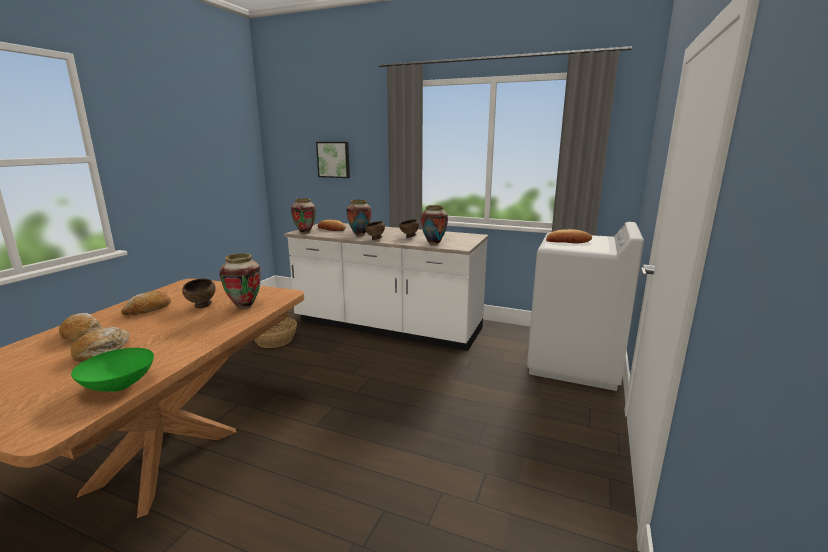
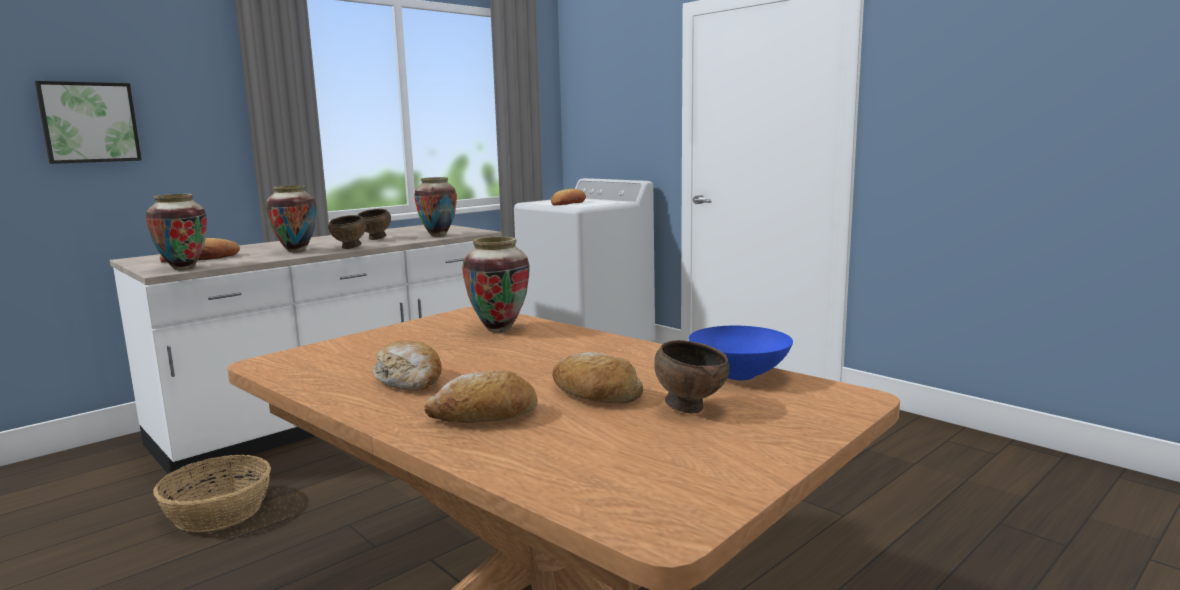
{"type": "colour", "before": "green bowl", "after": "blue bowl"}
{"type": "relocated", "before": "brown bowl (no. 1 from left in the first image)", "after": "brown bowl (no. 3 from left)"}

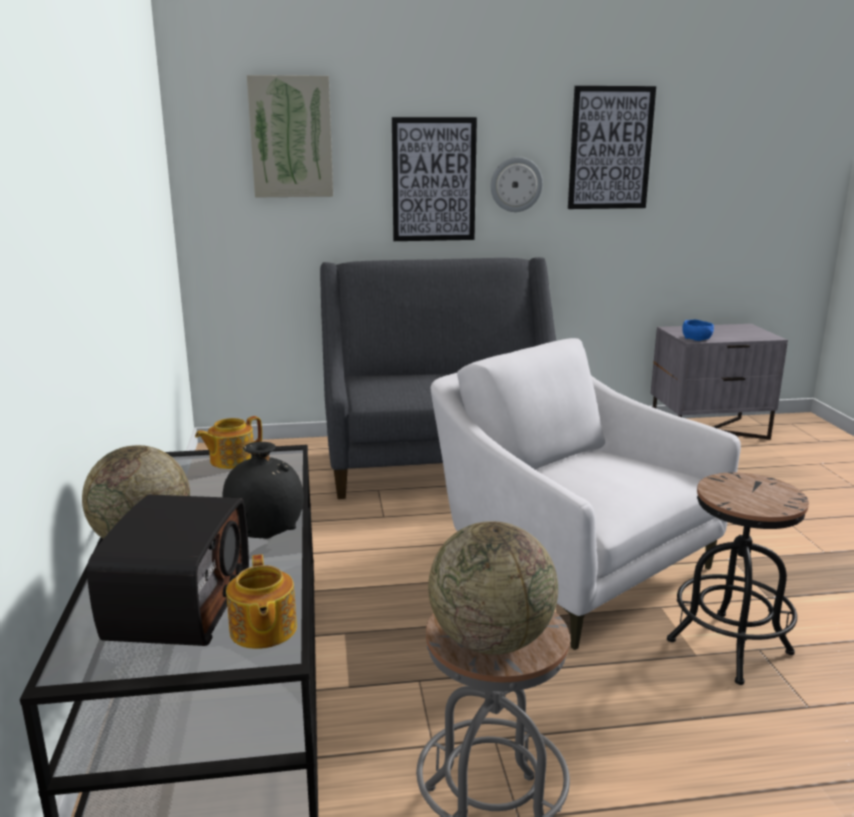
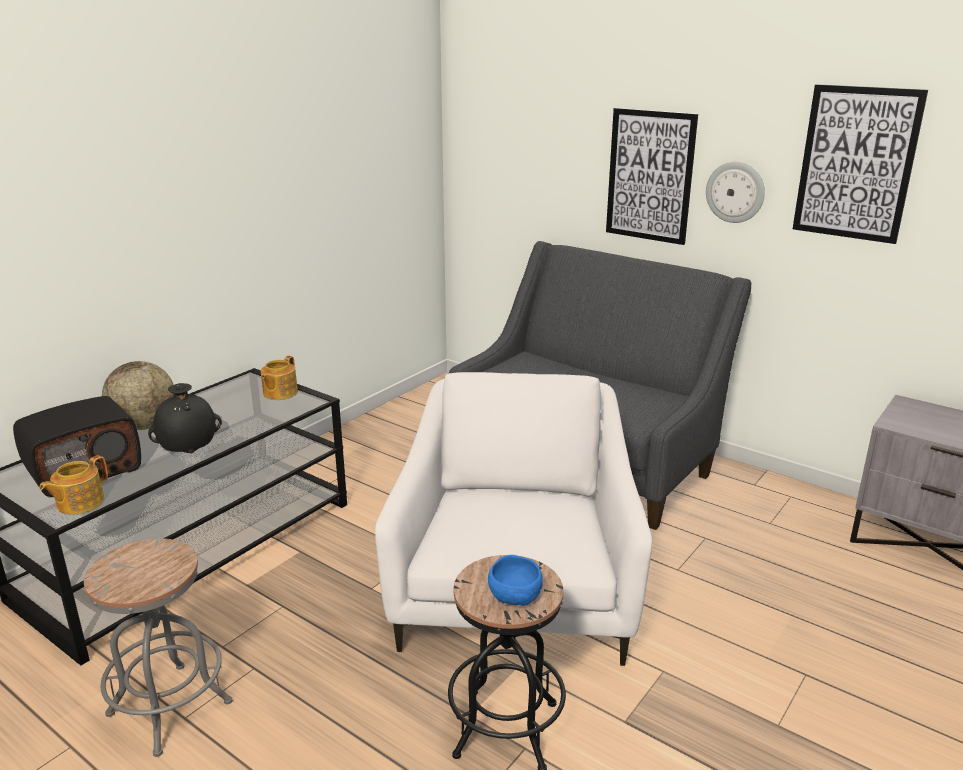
{"type": "spun", "before": "teapot (no. 1 from left in the first image)", "turn": -75}
{"type": "missing", "before": "picture (no. 1 from left)"}
{"type": "missing", "before": "globe (no. 2 from left)"}
{"type": "relocated", "before": "blue bowl"}

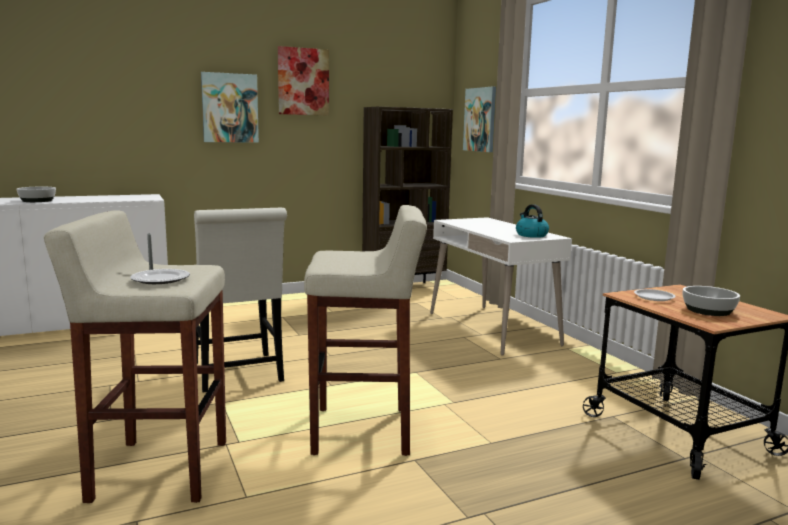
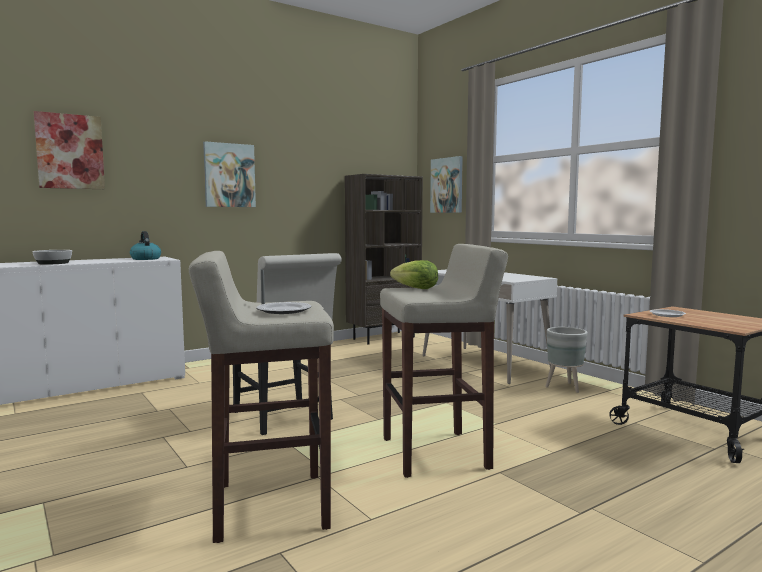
{"type": "relocated", "before": "picture (no. 2 from left in the first image)", "after": "picture (no. 1 from left)"}
{"type": "relocated", "before": "kettle"}
{"type": "missing", "before": "bowl (no. 2 from left)"}
{"type": "appeared", "after": "lettuce"}
{"type": "appeared", "after": "grey planter"}

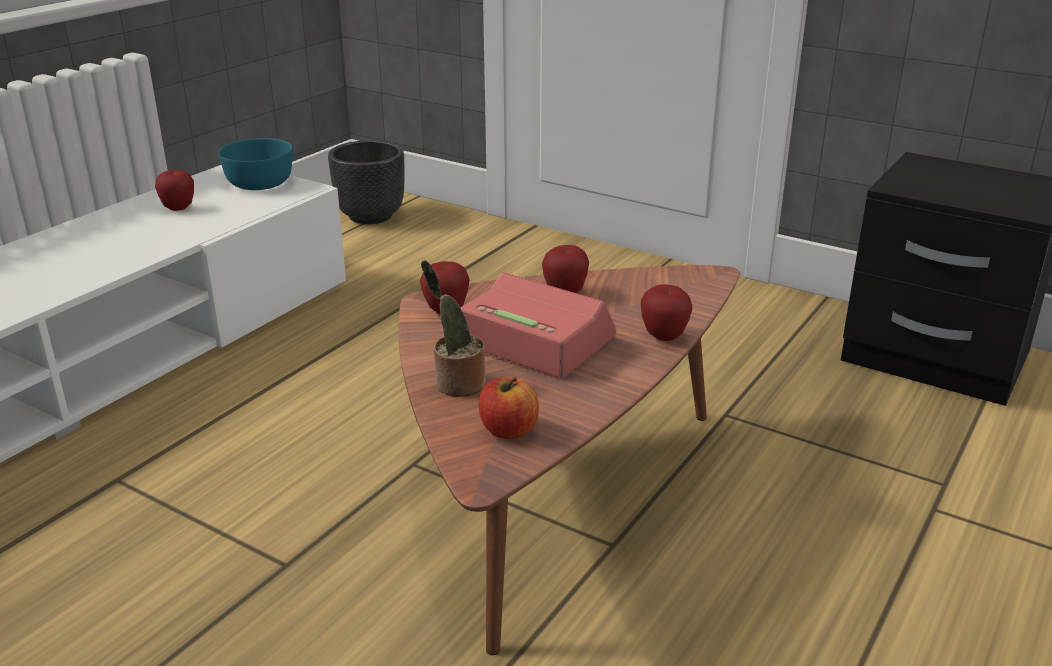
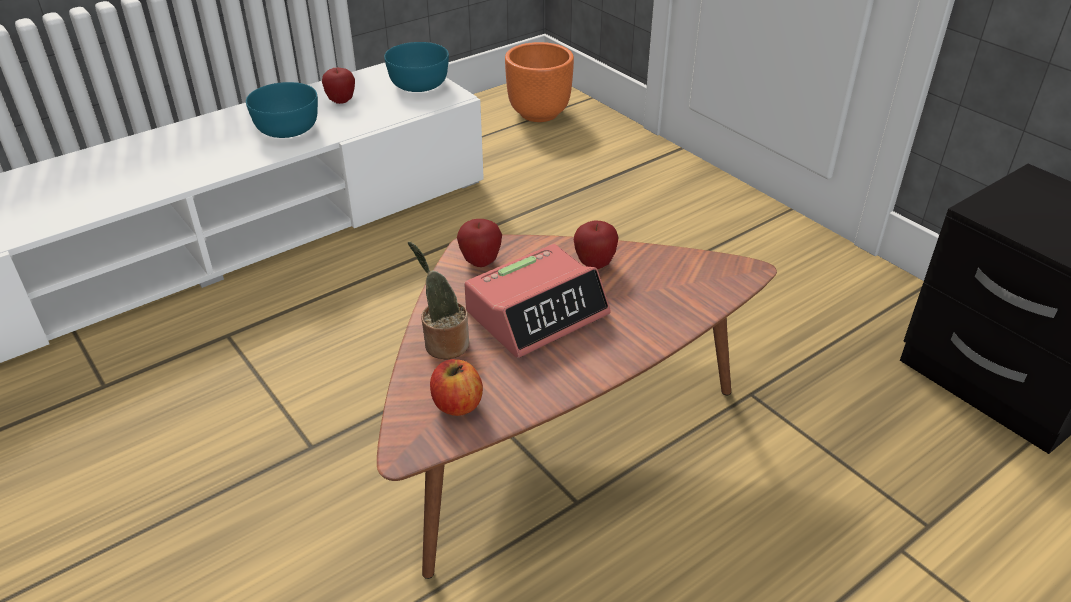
{"type": "colour", "before": "black planter", "after": "orange planter"}
{"type": "spun", "before": "alarm clock", "turn": 90}
{"type": "missing", "before": "apple (no. 5 from left)"}
{"type": "appeared", "after": "turquoise bowl (no. 1 from left)"}

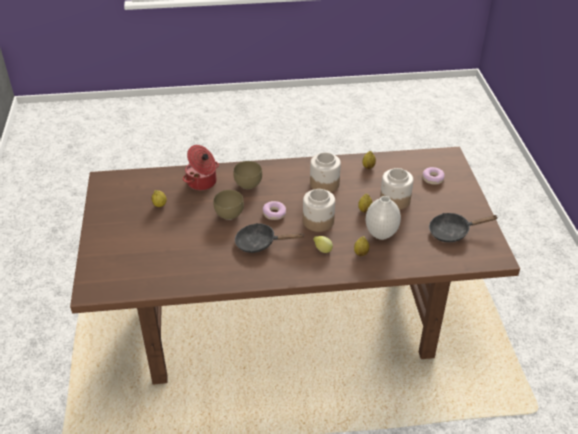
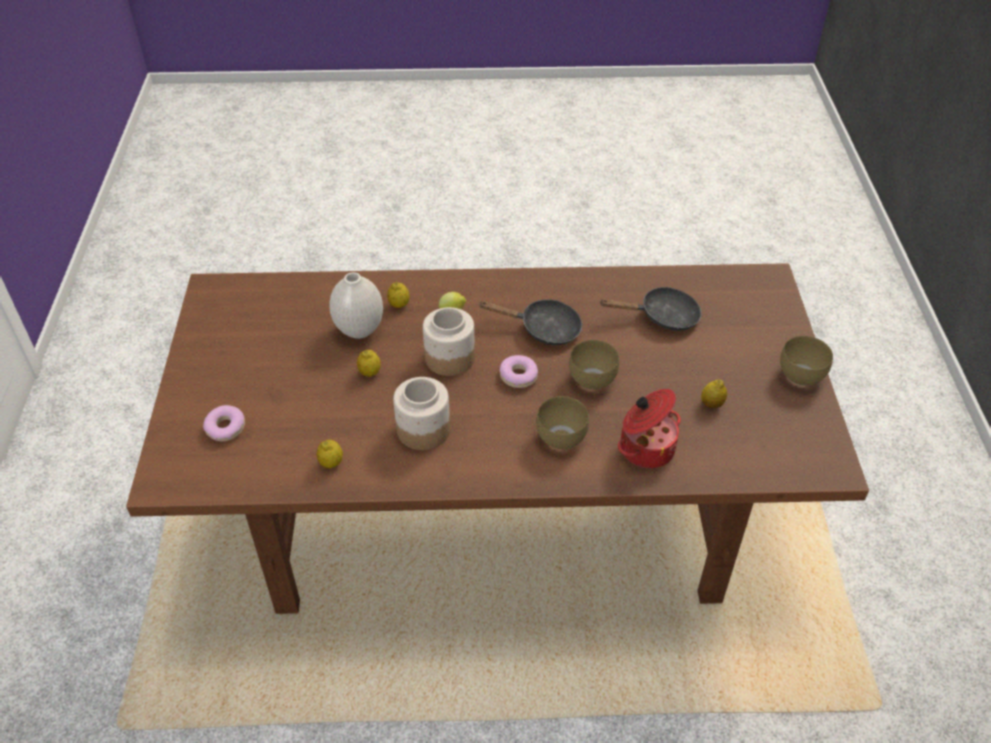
{"type": "missing", "before": "jar (no. 3 from left)"}
{"type": "relocated", "before": "black frying pan (no. 2 from left)"}
{"type": "appeared", "after": "brown bowl (no. 3 from left)"}

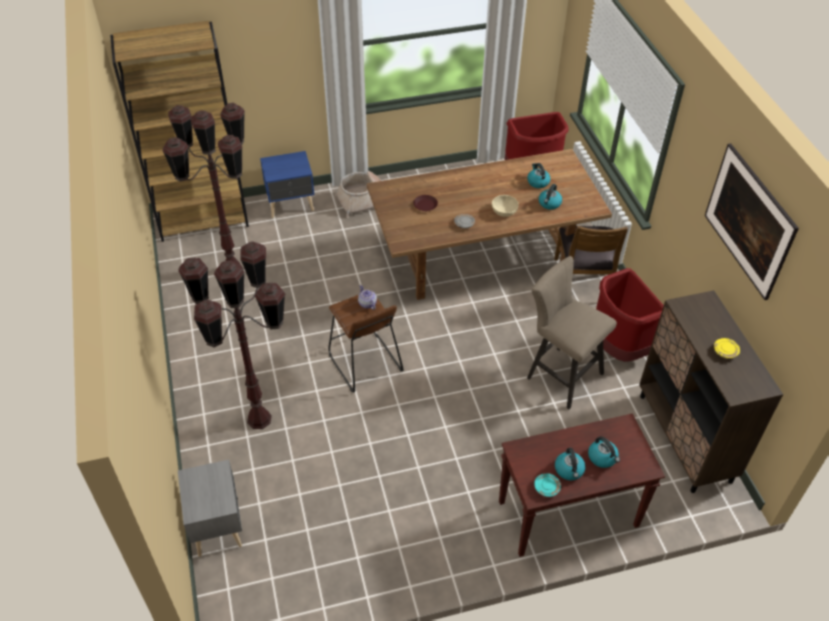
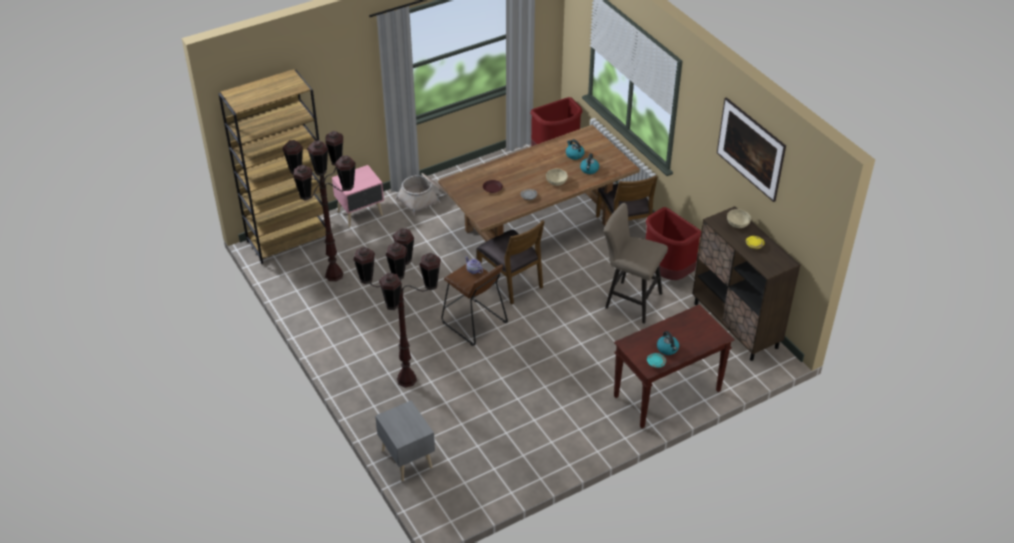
{"type": "colour", "before": "blue nightstand", "after": "pink nightstand"}
{"type": "missing", "before": "kettle (no. 4 from left)"}
{"type": "appeared", "after": "brown chair (no. 1 from left)"}
{"type": "appeared", "after": "beige bowl (no. 2 from left)"}

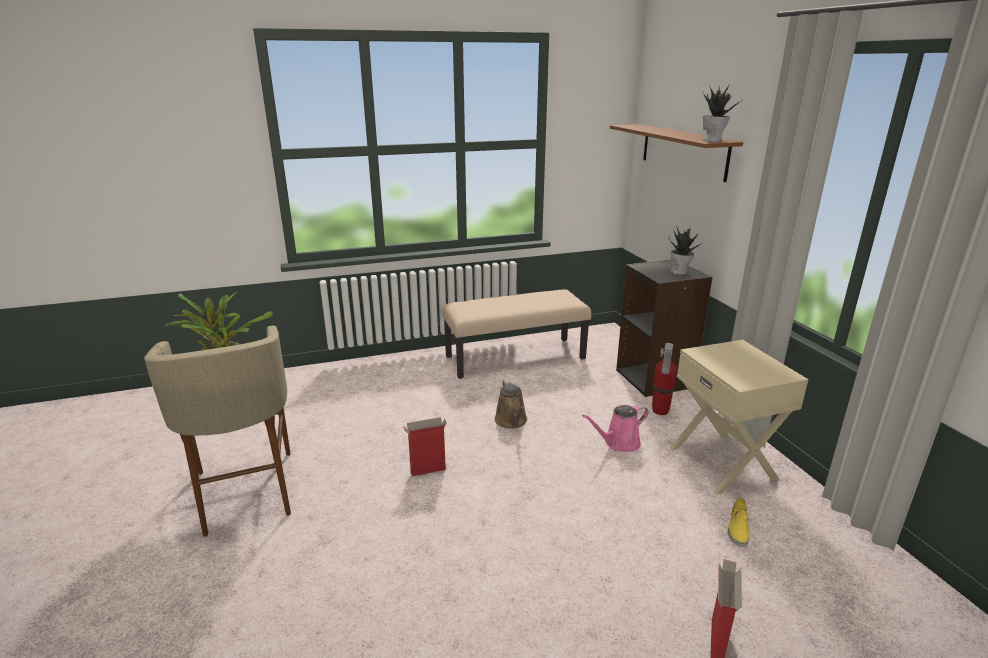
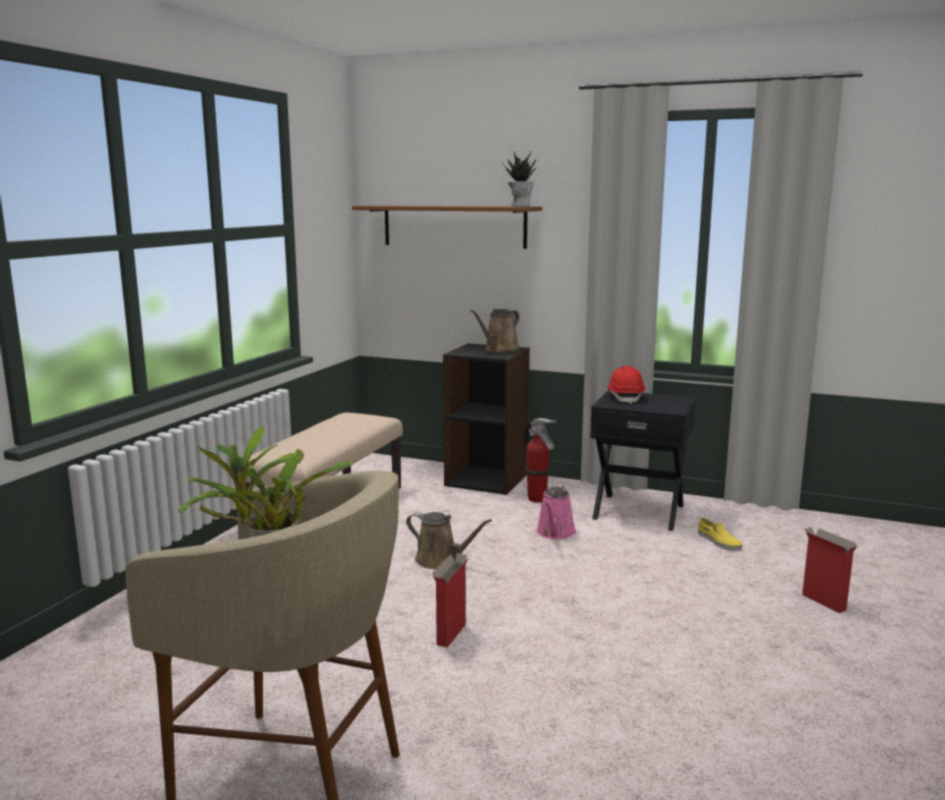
{"type": "exchanged", "before": "potted plant (no. 2 from left)", "after": "brown watering can (no. 2 from left)"}
{"type": "colour", "before": "beige nightstand", "after": "black nightstand"}
{"type": "appeared", "after": "red hard hat"}

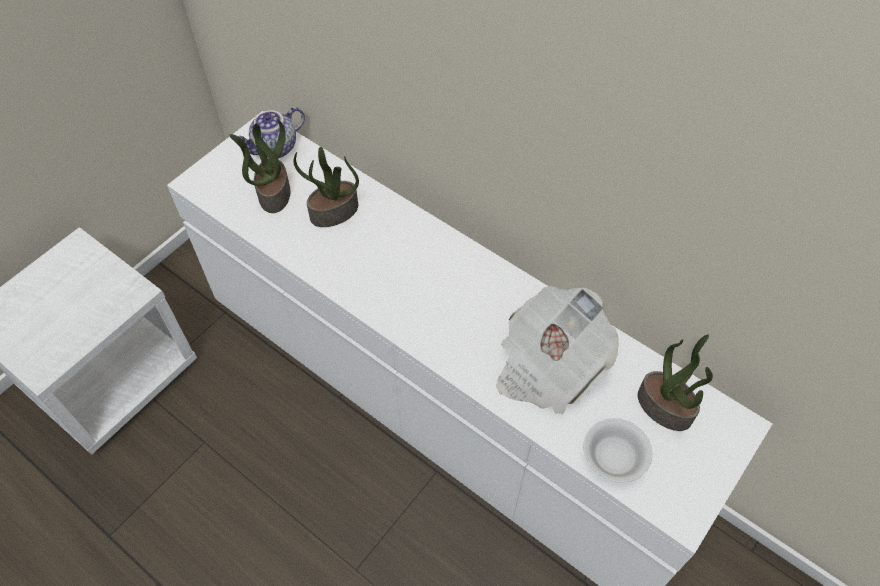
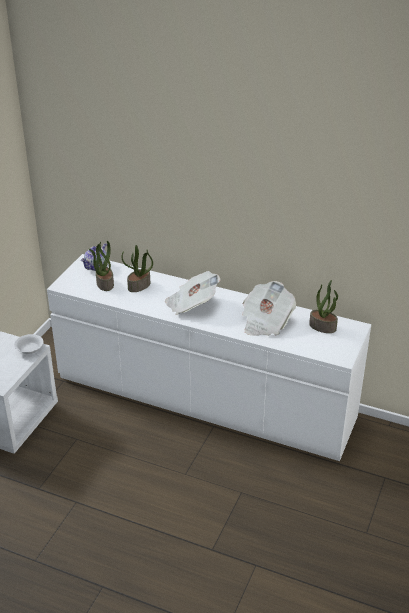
{"type": "relocated", "before": "white bowl"}
{"type": "appeared", "after": "newspaper (no. 1 from left)"}

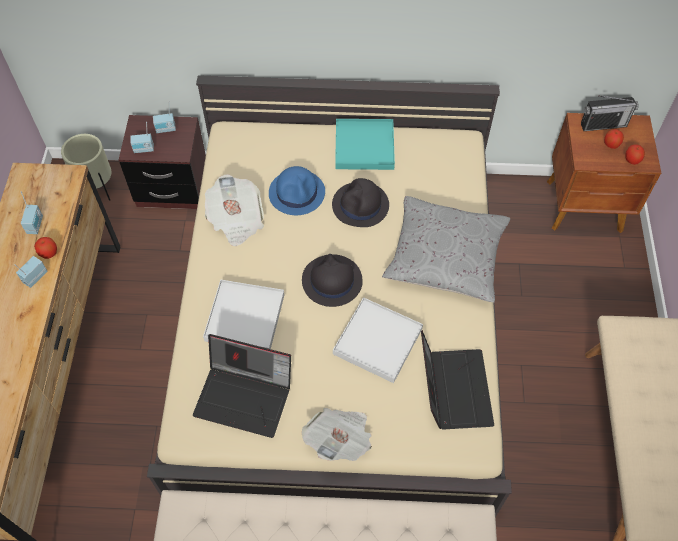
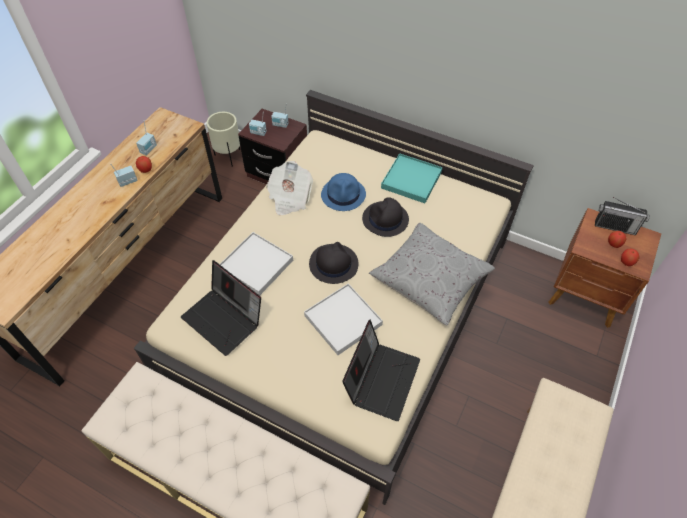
{"type": "missing", "before": "newspaper (no. 2 from left)"}

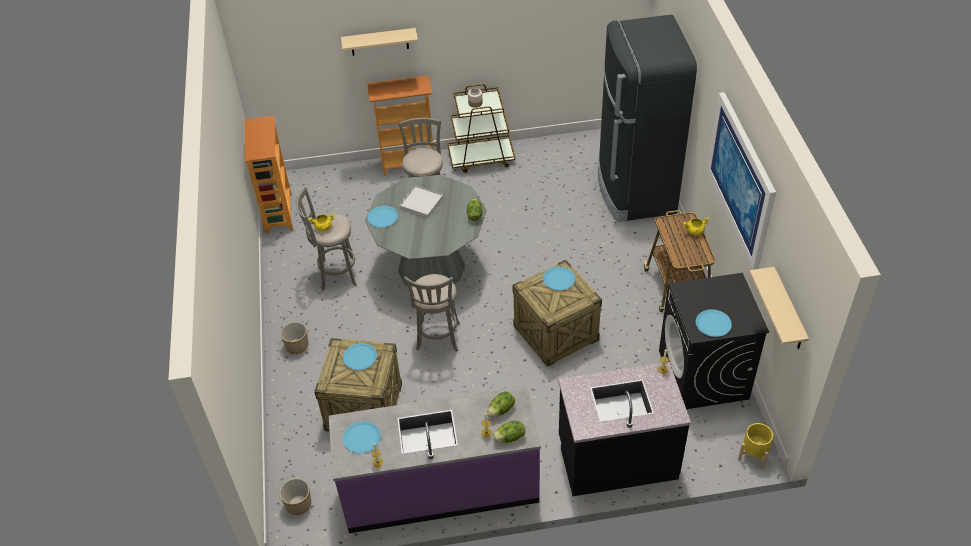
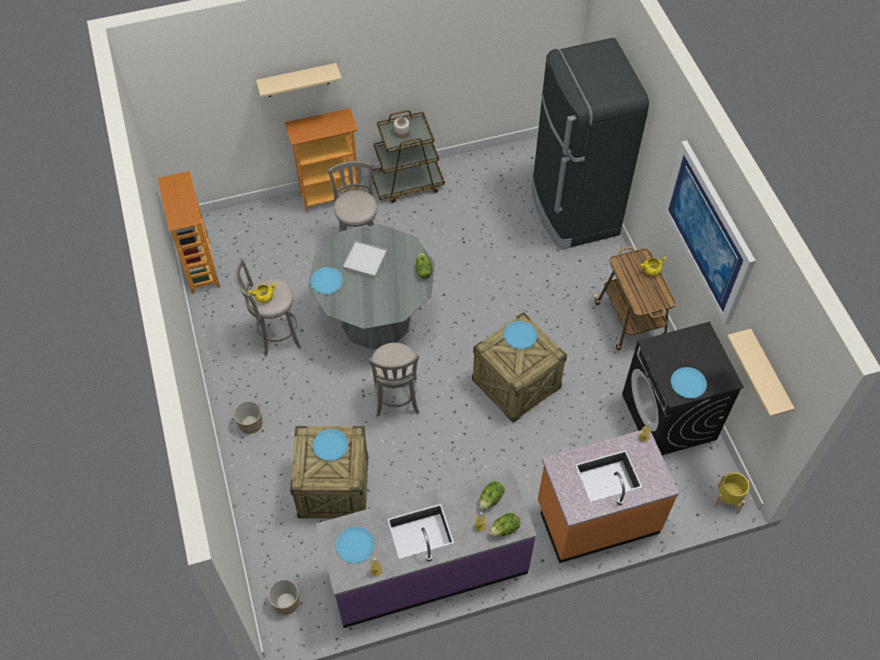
{"type": "colour", "before": "black counter", "after": "orange counter"}

